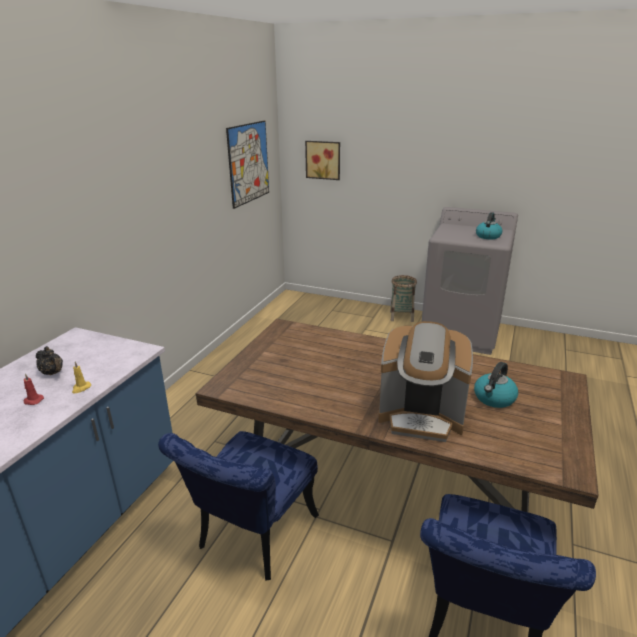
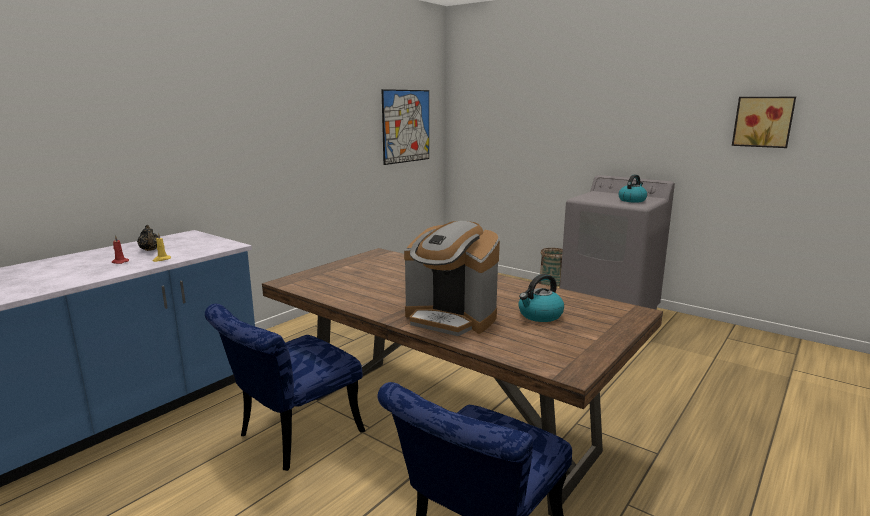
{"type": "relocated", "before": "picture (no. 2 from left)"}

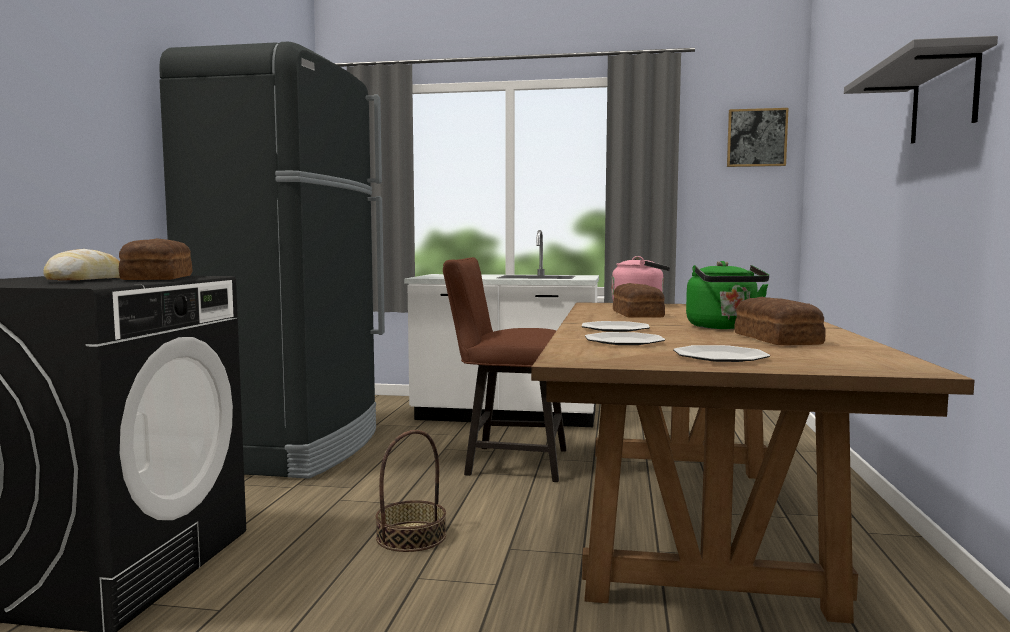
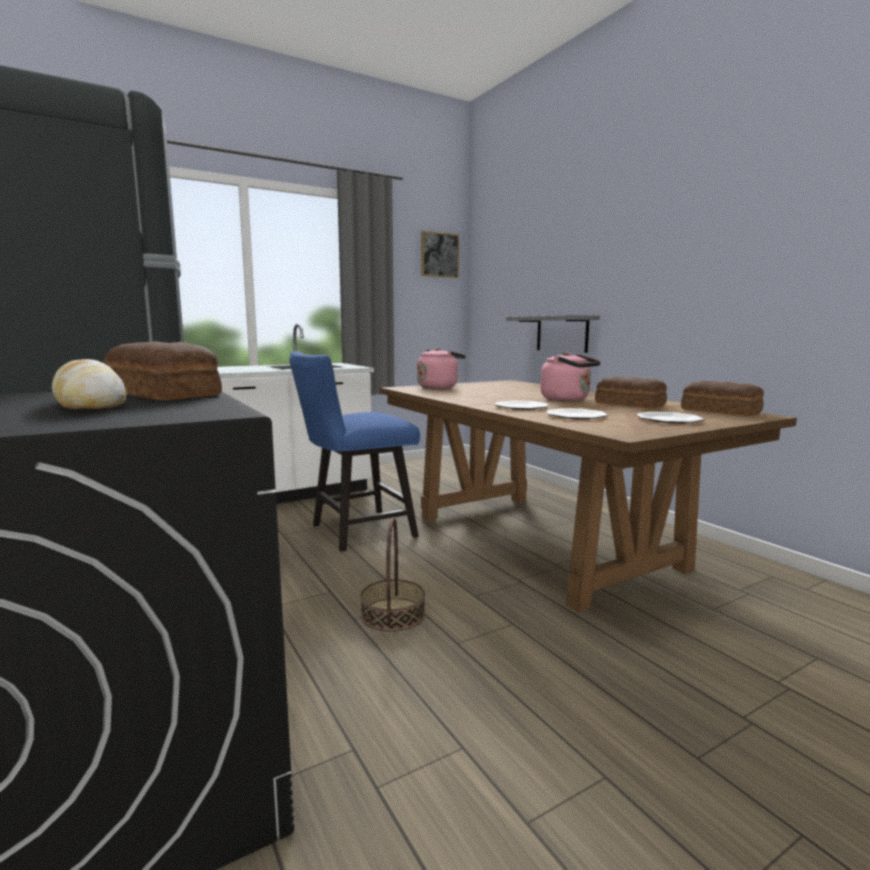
{"type": "colour", "before": "brown chair", "after": "blue chair"}
{"type": "relocated", "before": "bread (no. 3 from left in the first image)", "after": "bread (no. 4 from left)"}
{"type": "colour", "before": "green kettle", "after": "pink kettle (no. 2 from left)"}
{"type": "relocated", "before": "grey shelf"}

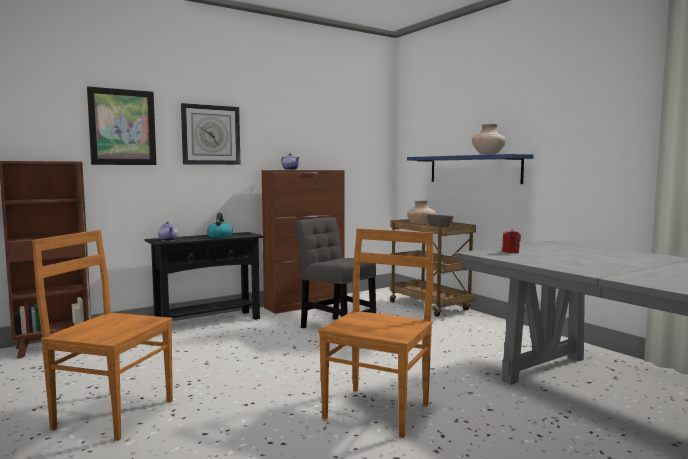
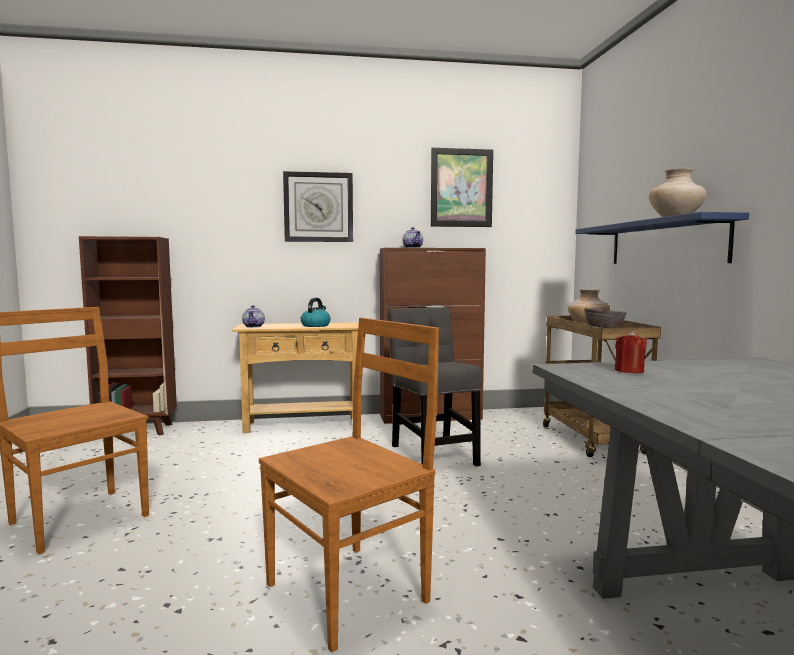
{"type": "relocated", "before": "picture"}
{"type": "colour", "before": "black console table", "after": "beige console table"}

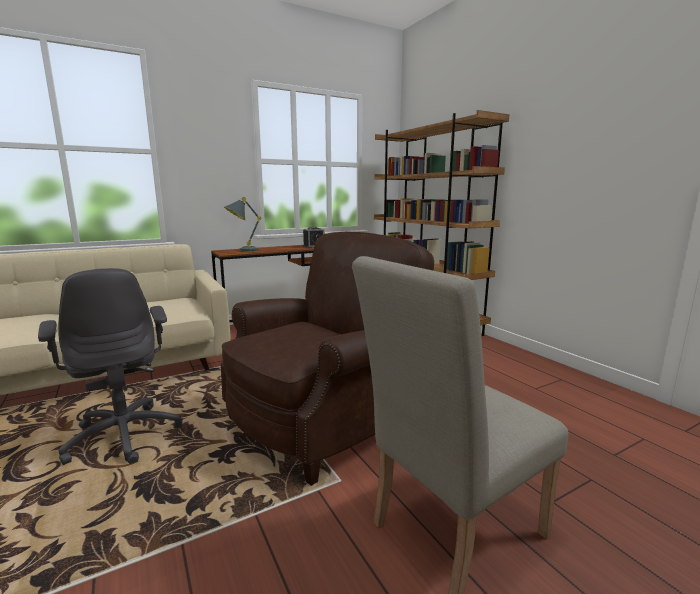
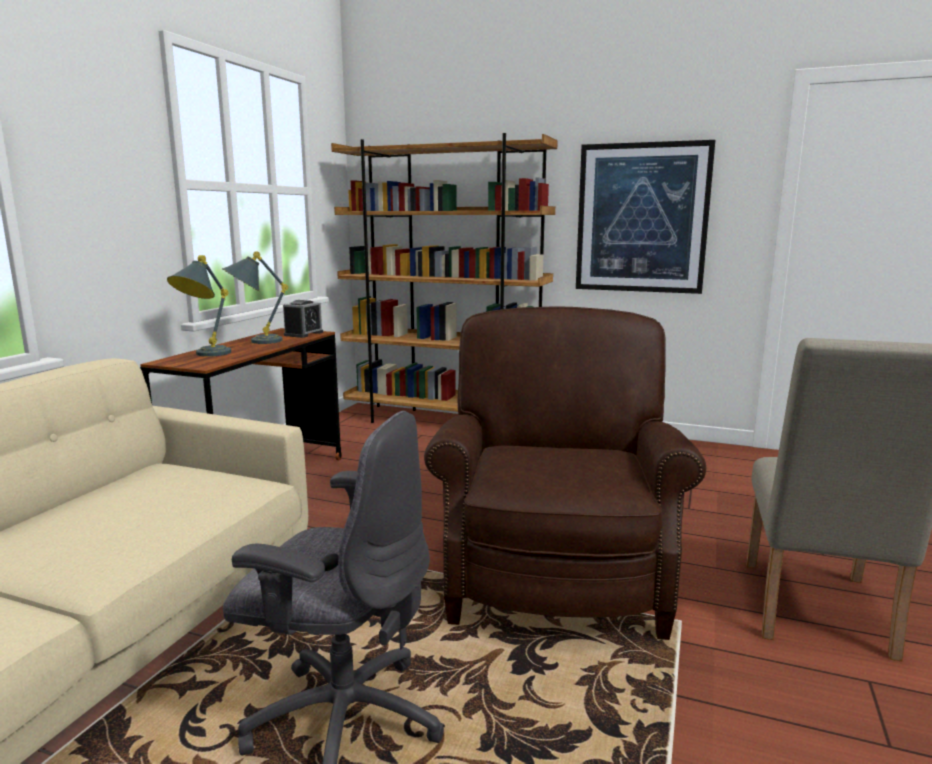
{"type": "appeared", "after": "grey table lamp (no. 2 from left)"}
{"type": "appeared", "after": "picture"}

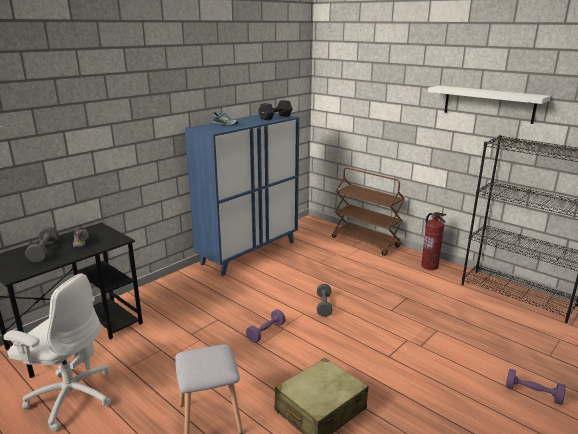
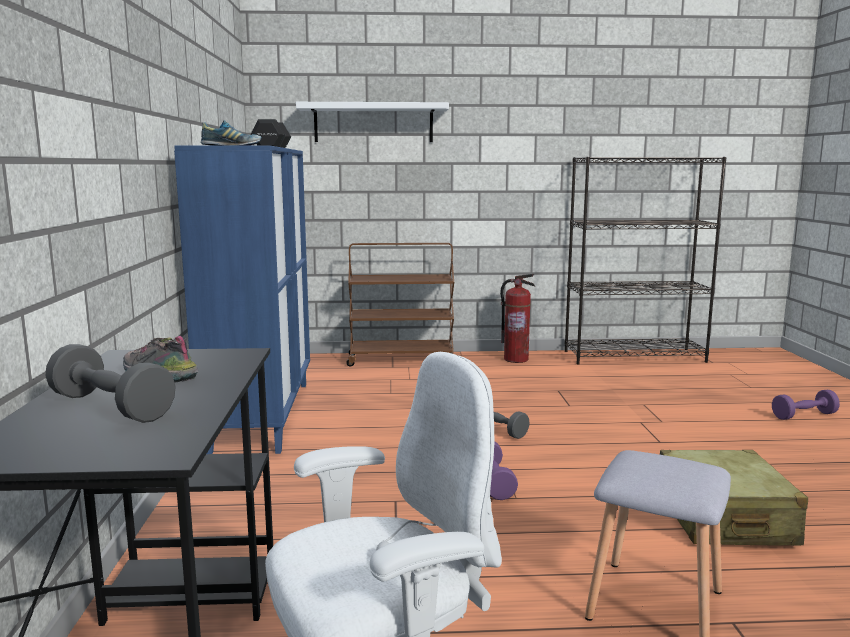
{"type": "relocated", "before": "white shelf"}

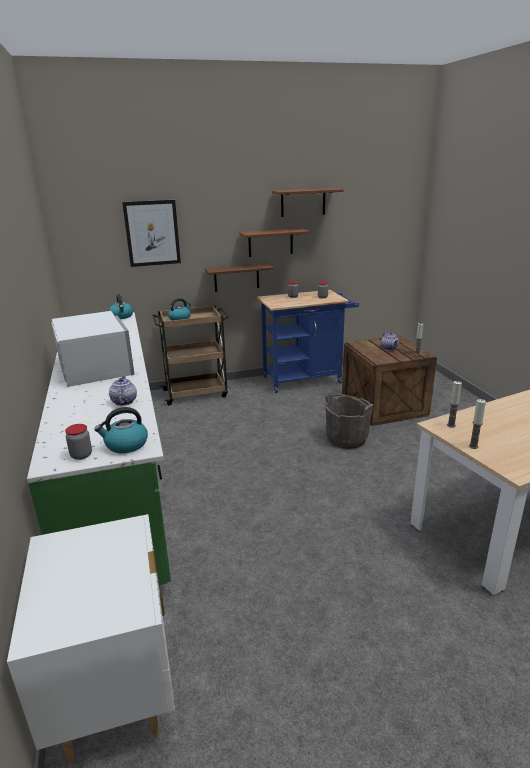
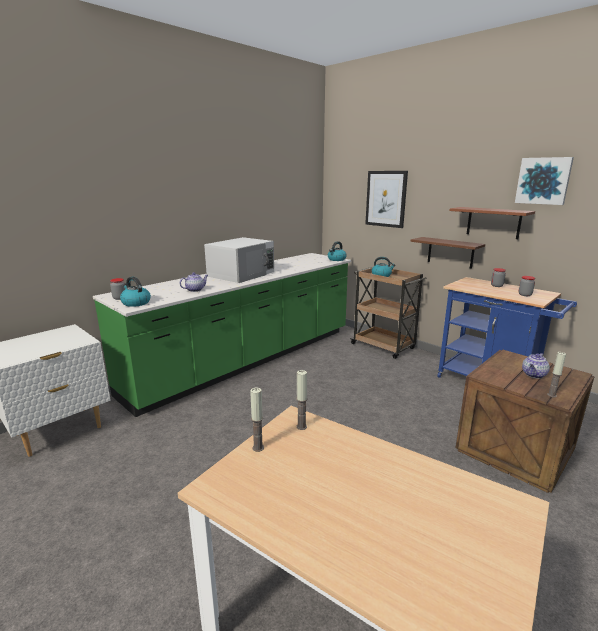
{"type": "exchanged", "before": "brown shelf (no. 3 from left)", "after": "picture (no. 2 from left)"}
{"type": "missing", "before": "grey bucket"}

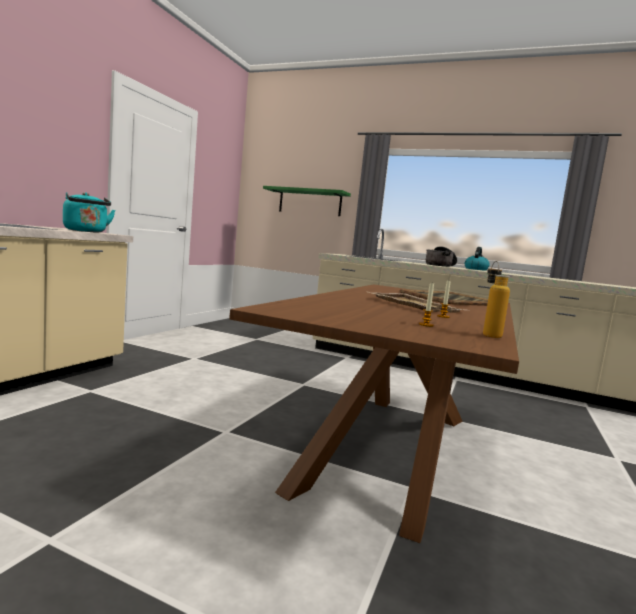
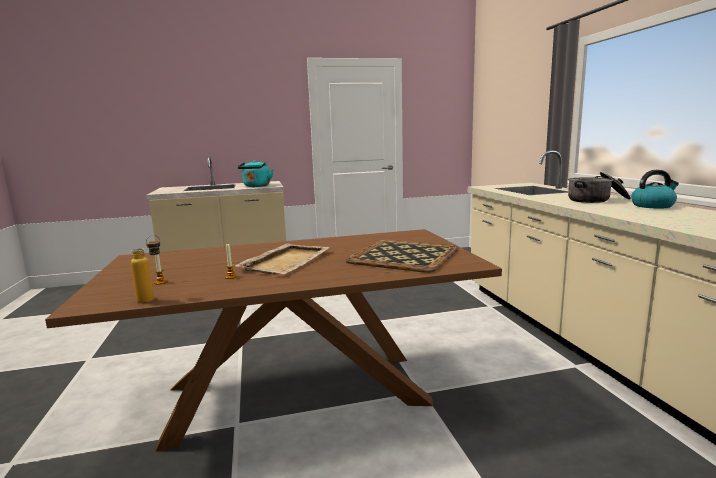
{"type": "missing", "before": "green shelf"}

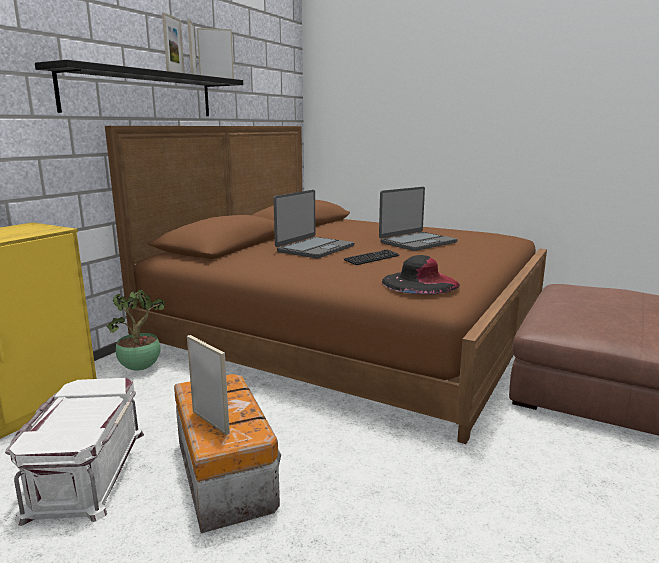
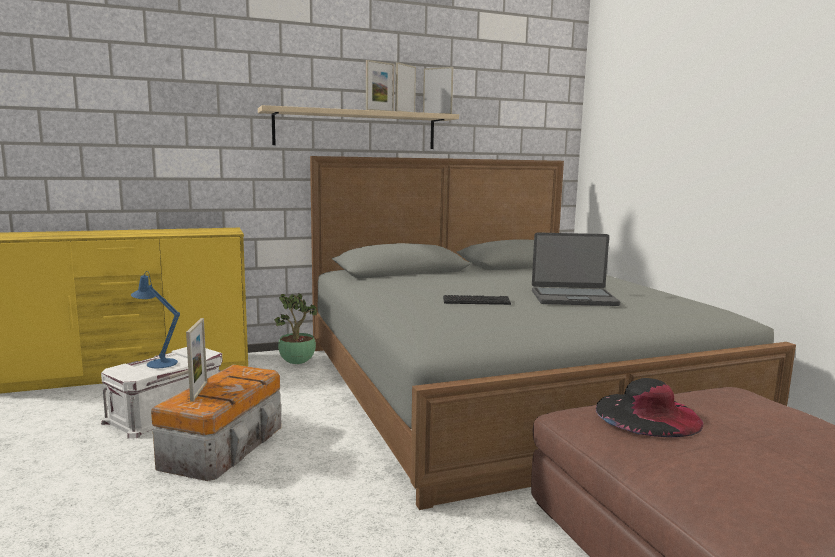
{"type": "colour", "before": "black shelf", "after": "beige shelf"}
{"type": "colour", "before": "brown bed", "after": "grey bed"}
{"type": "missing", "before": "laptop (no. 1 from left)"}
{"type": "relocated", "before": "black hat"}
{"type": "appeared", "after": "blue table lamp"}

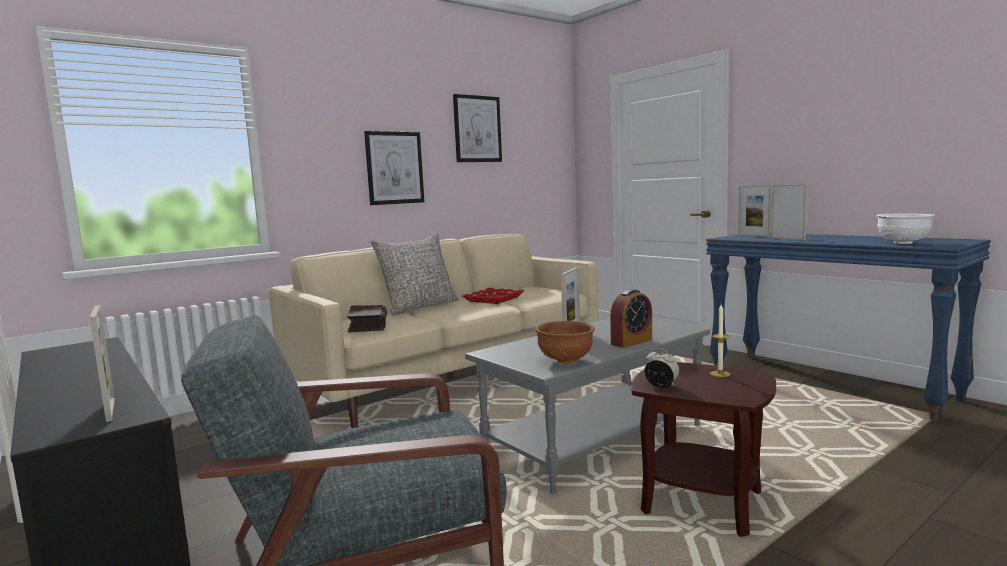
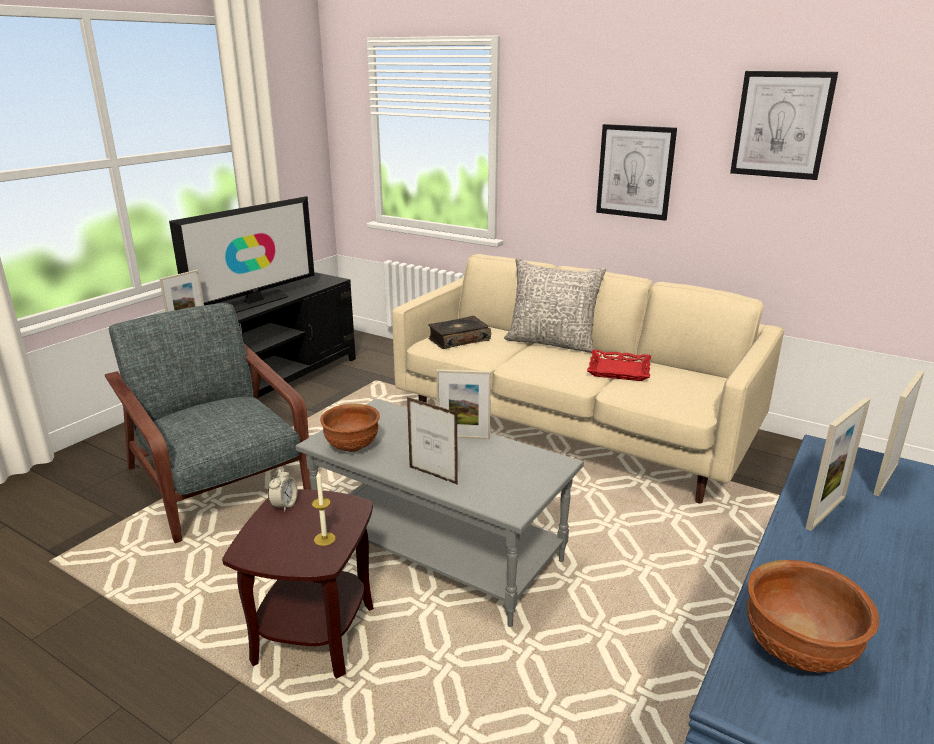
{"type": "exchanged", "before": "alarm clock (no. 1 from left)", "after": "picture frame (no. 2 from left)"}
{"type": "colour", "before": "white bowl", "after": "brown bowl (no. 2 from left)"}
{"type": "appeared", "after": "television"}

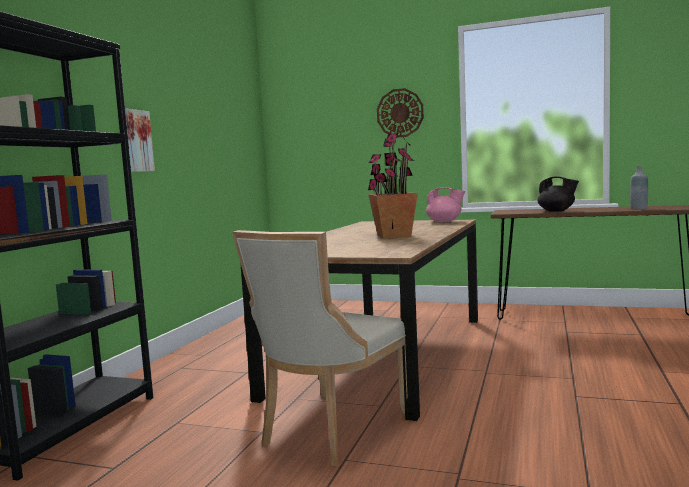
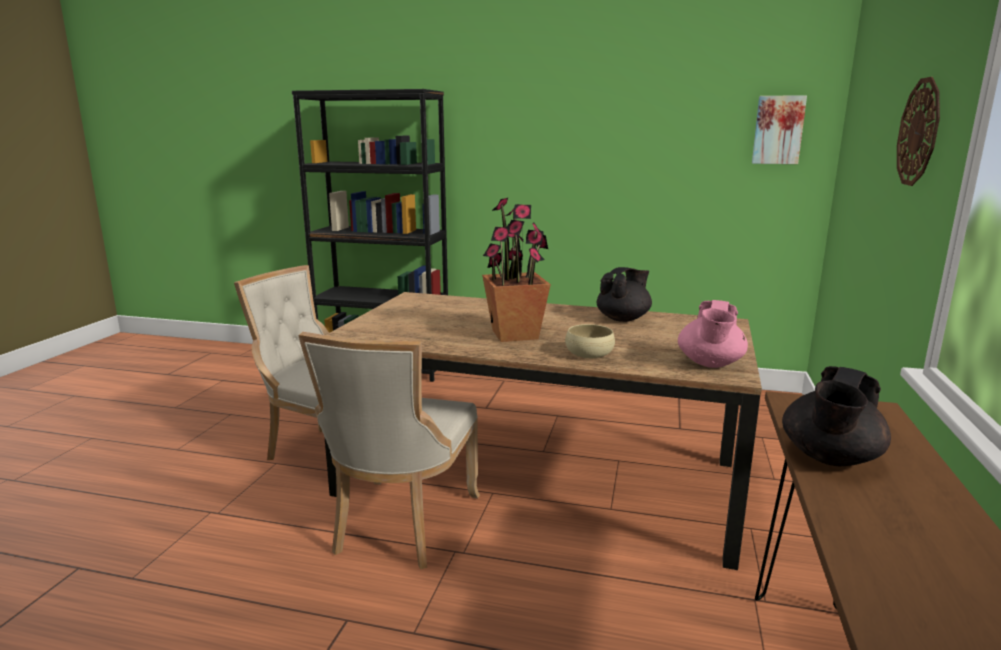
{"type": "relocated", "before": "picture"}
{"type": "missing", "before": "grey bottle"}
{"type": "appeared", "after": "beige chair (no. 2 from left)"}
{"type": "appeared", "after": "beige bowl"}
{"type": "appeared", "after": "black teapot (no. 1 from left)"}

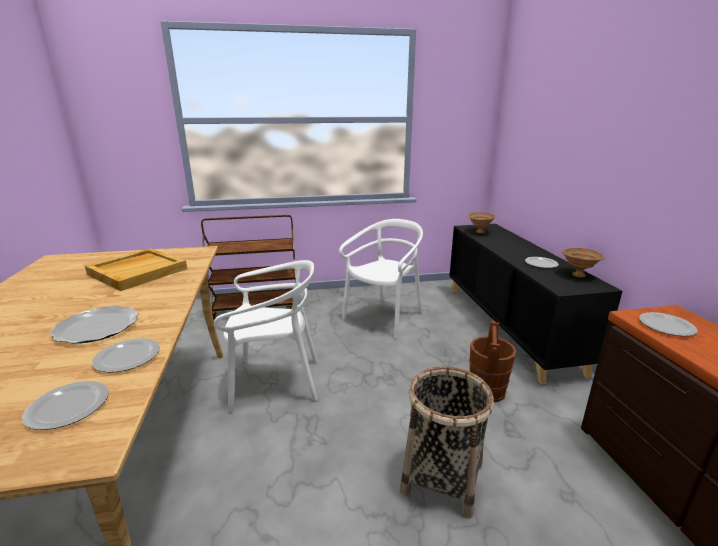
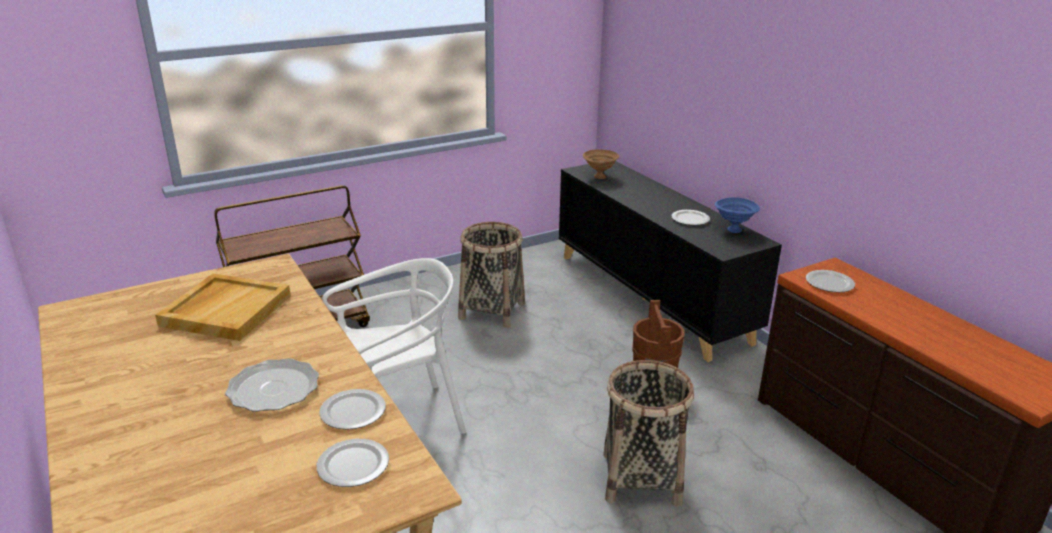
{"type": "exchanged", "before": "white chair (no. 2 from left)", "after": "basket (no. 1 from left)"}
{"type": "colour", "before": "brown bowl (no. 2 from left)", "after": "blue bowl"}

